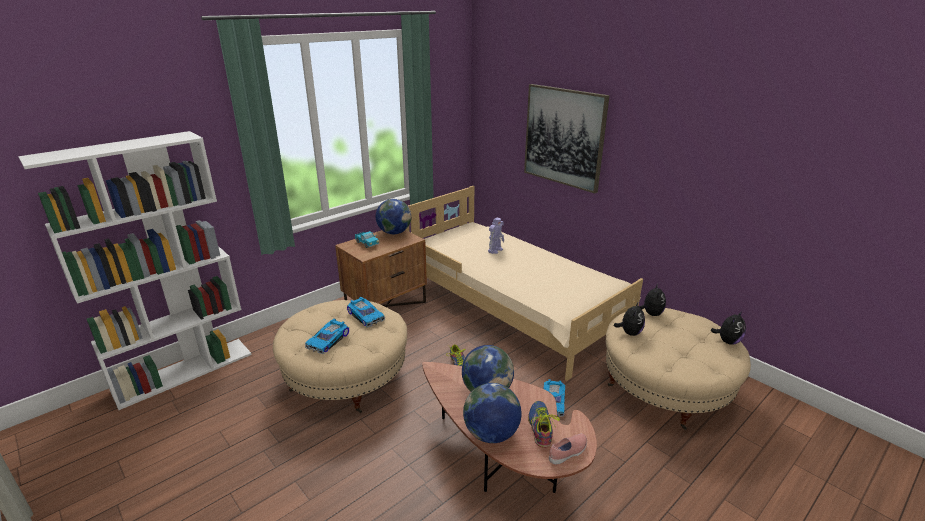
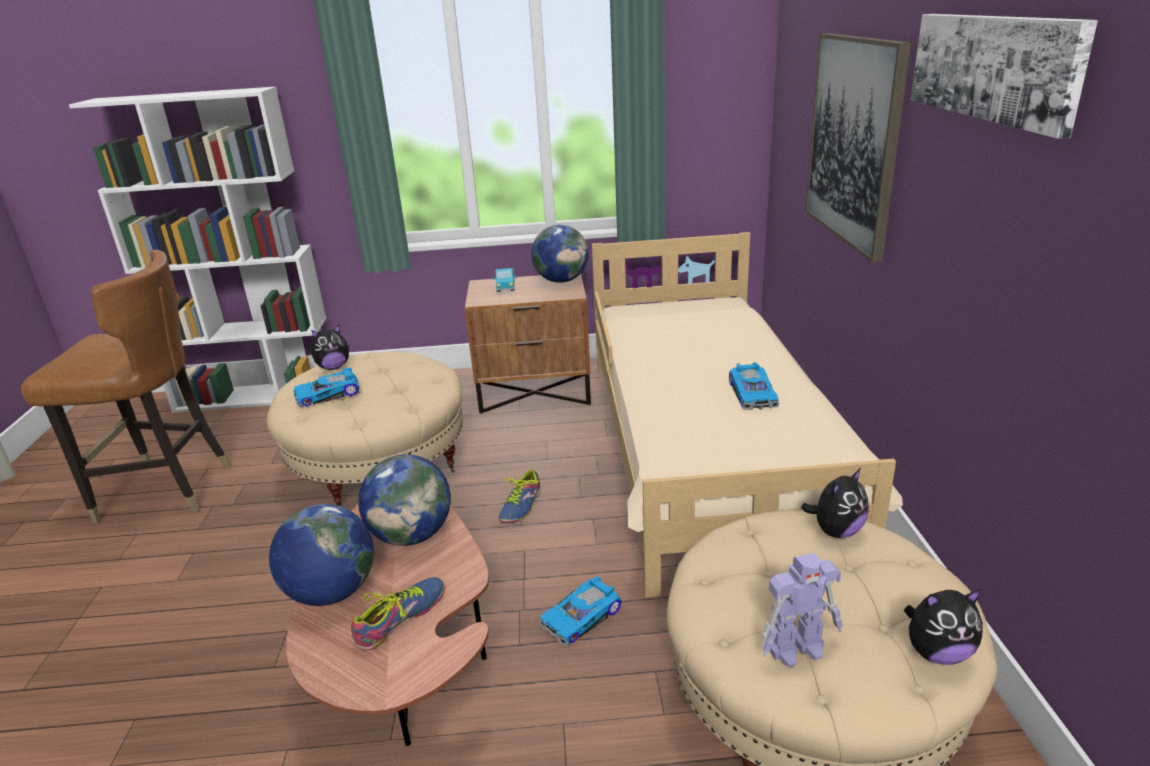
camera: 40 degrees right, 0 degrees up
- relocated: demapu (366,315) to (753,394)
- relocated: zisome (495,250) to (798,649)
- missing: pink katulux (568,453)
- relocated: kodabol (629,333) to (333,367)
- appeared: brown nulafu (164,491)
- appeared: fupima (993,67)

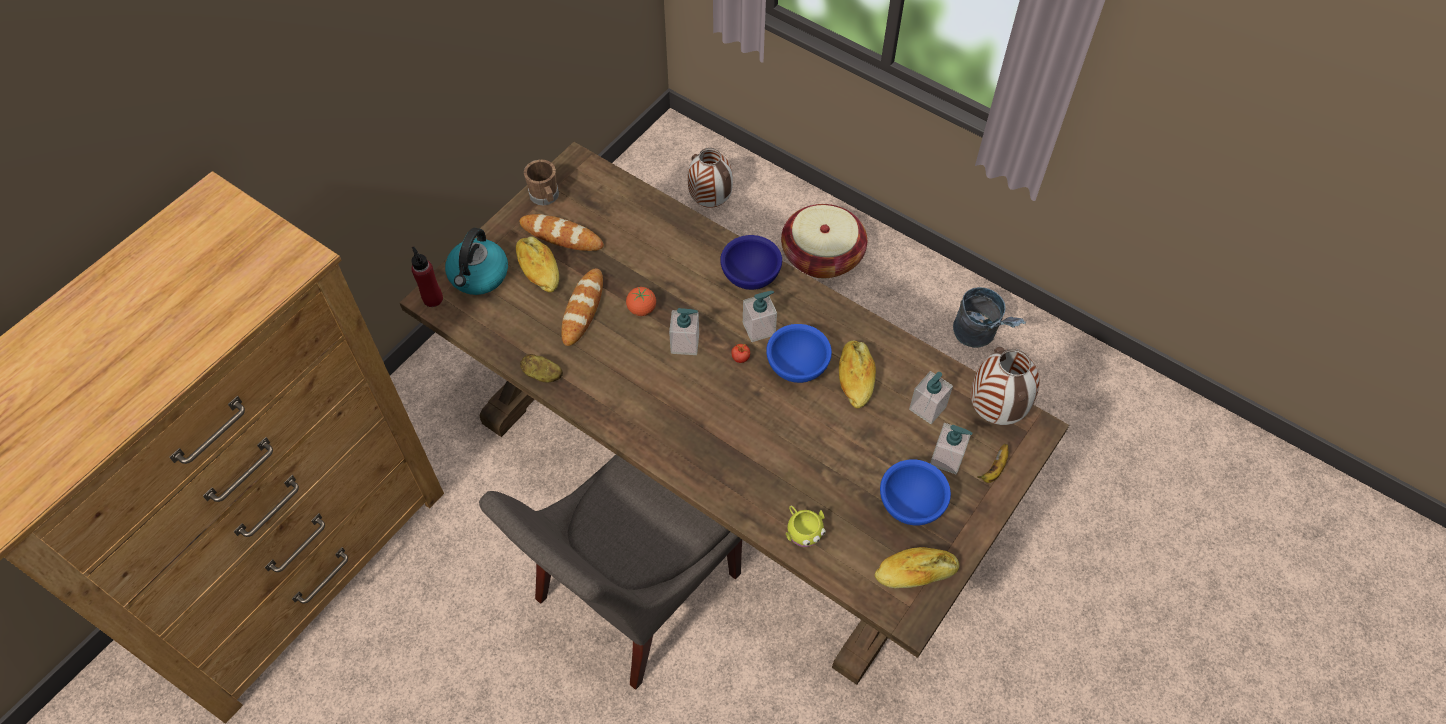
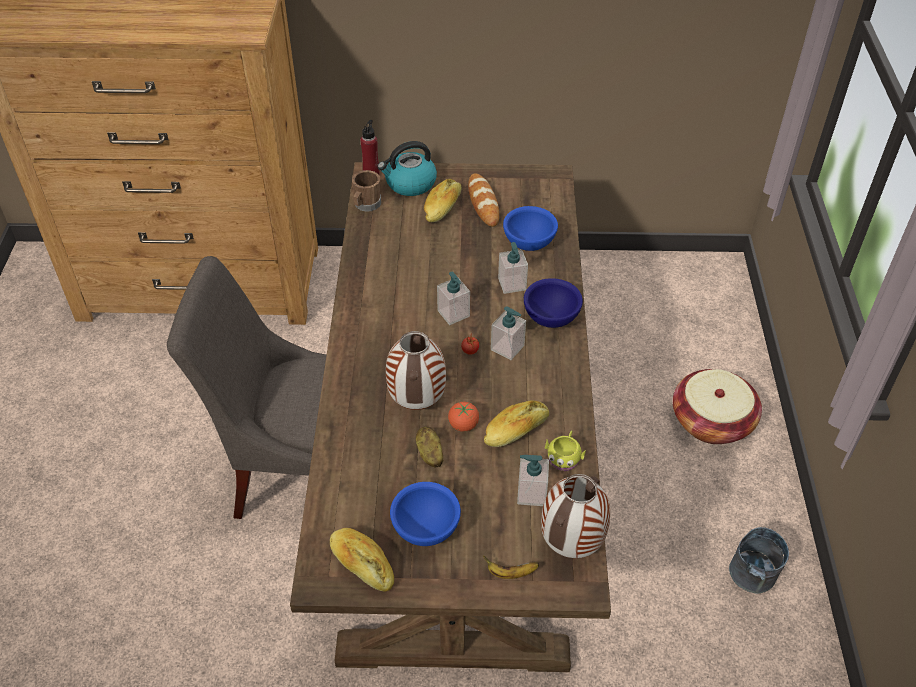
camera: 55 degrees right, 10 degrees down
- relocated: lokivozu (542,375) to (429,454)
- relocated: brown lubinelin (545,197) to (366,205)
- missing: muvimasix (583,309)
- relocated: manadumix (641,309) to (463,425)
- relocated: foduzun (709,202) to (416,402)
- relocated: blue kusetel (798,367) to (529,244)
- relocated: yellow lubinelin (802,531) to (564,457)
- relocated: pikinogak (947,458) to (512,284)

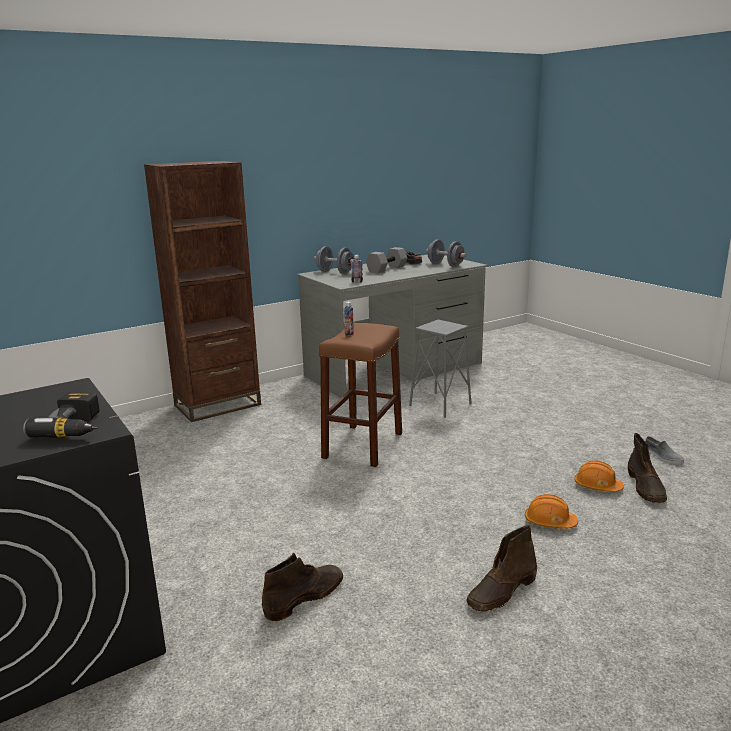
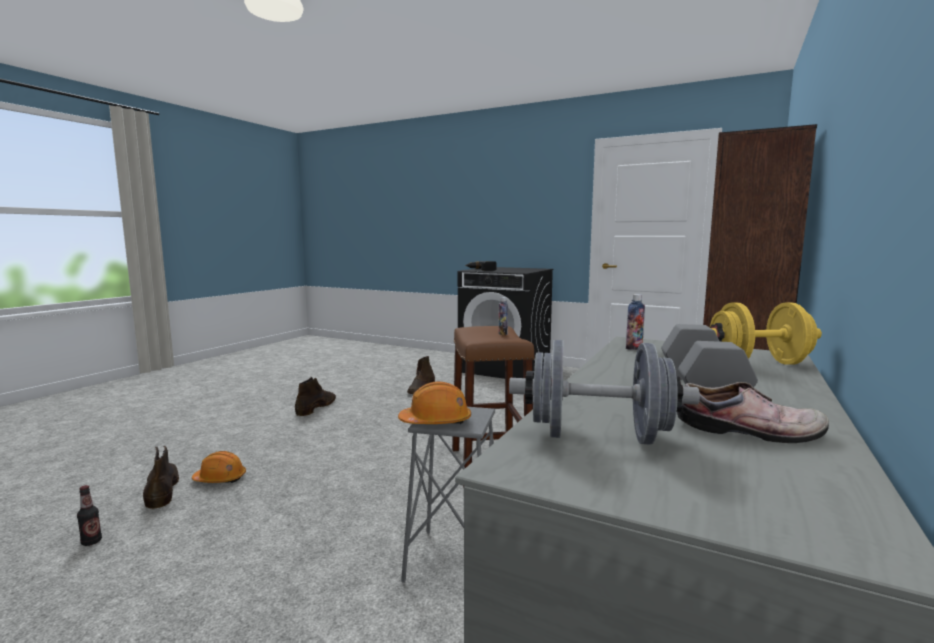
camera: 150 degrees right, 10 degrees down
- colour: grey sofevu (335,272) to yellow sofevu (758,363)
- relocated: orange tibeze (549,522) to (436,422)
- exchanged: grey katulux (662,456) to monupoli (91,542)

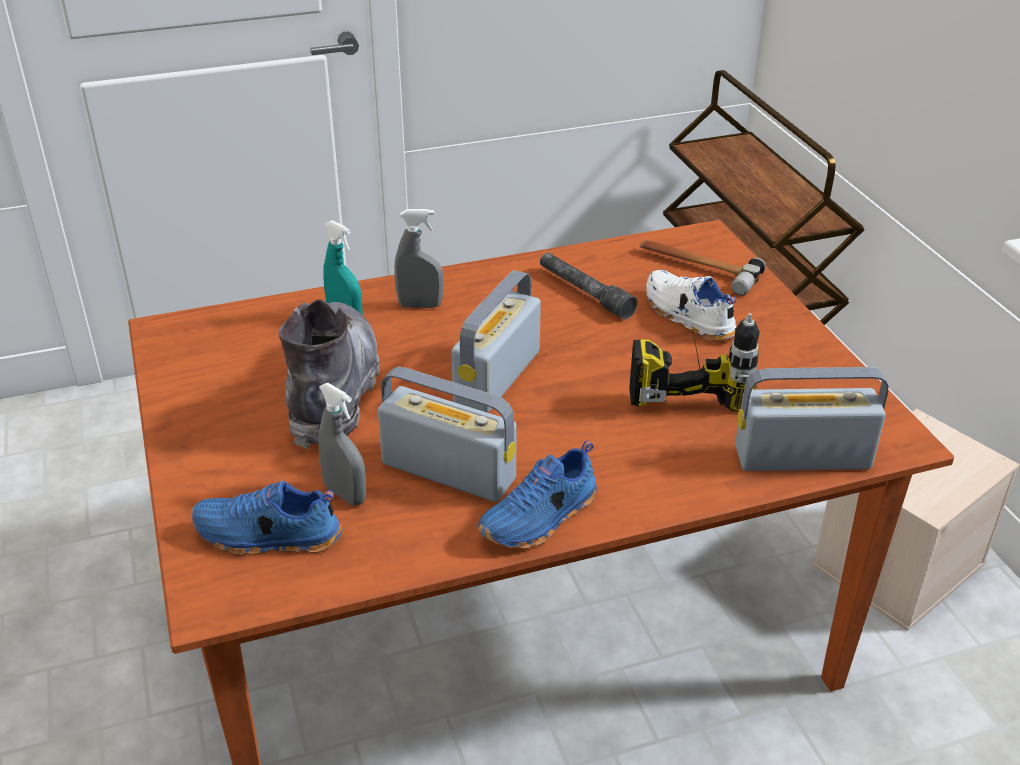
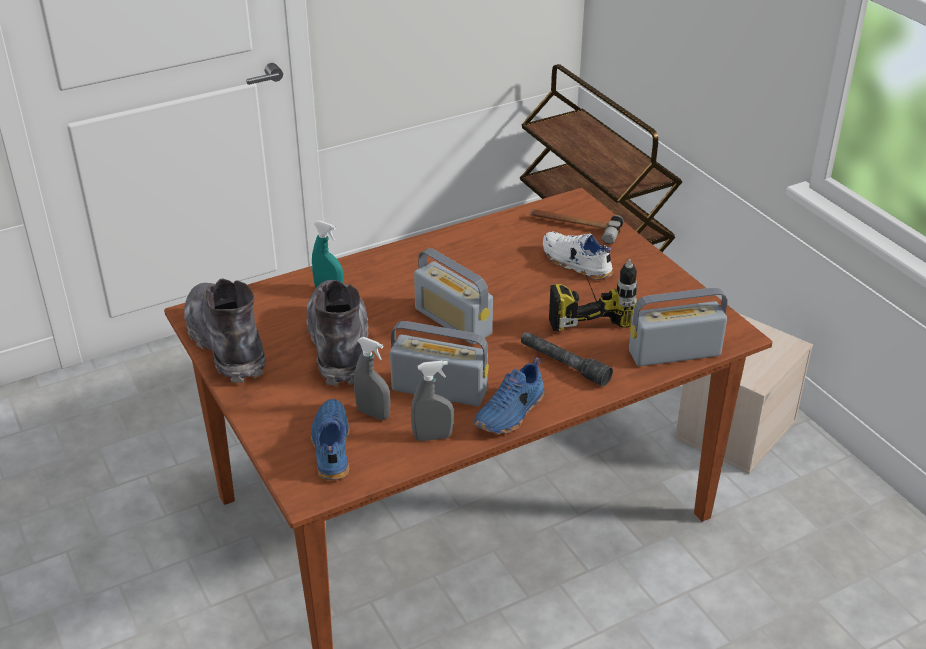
camera: 10 degrees left, 0 degrees up
- spun: blue katulux (268,538) = (330,448) 90 degrees clockwise
- relocated: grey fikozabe (420,305) to (432,437)
- spun: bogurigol (497,377) = (453,321) 60 degrees counterclockwise
- relocated: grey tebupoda (584,293) to (564,364)
- appeared: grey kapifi (227,344)

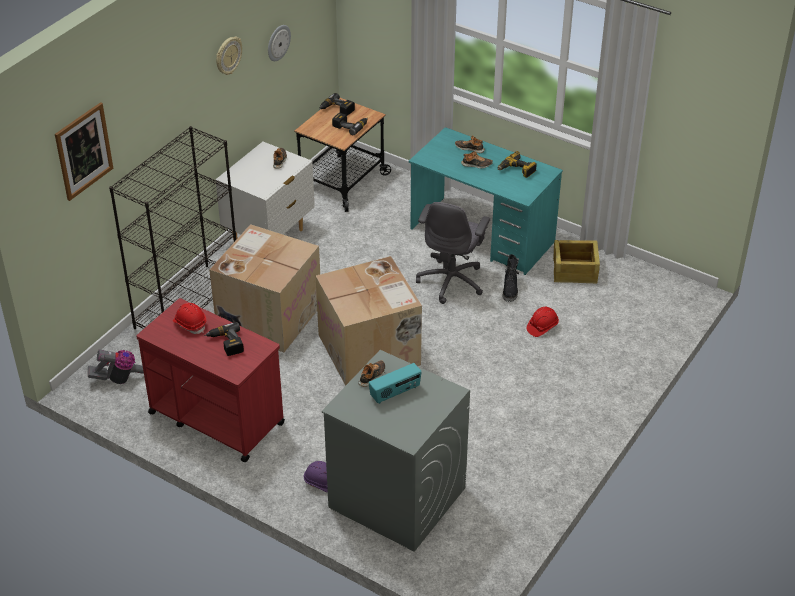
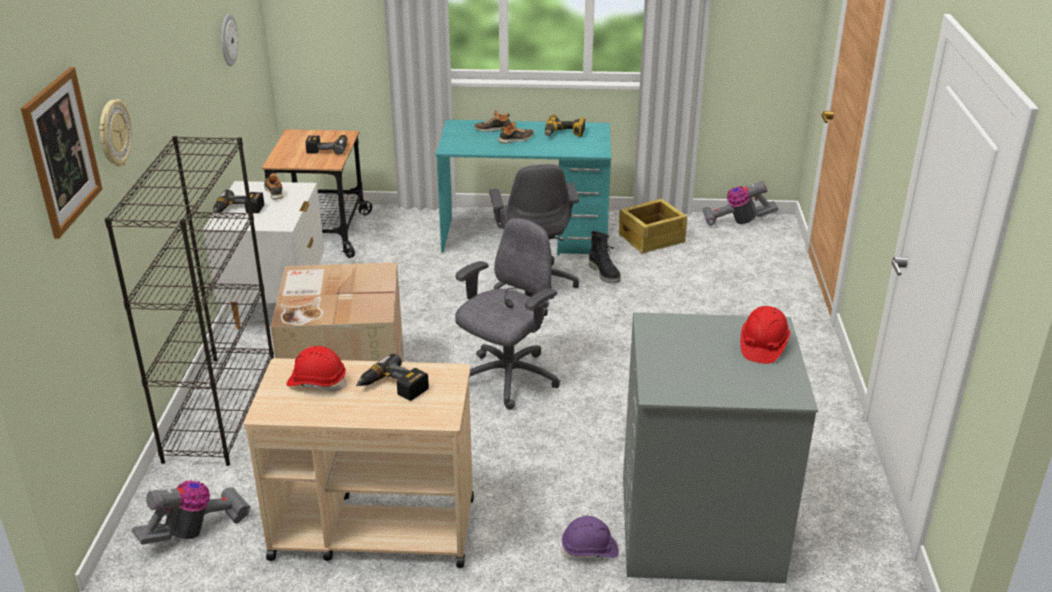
camera: 30 degrees left, 10 degrees down
- colour: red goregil (215,418) to beige goregil (372,528)
- relocated: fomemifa (228,56) to (113,133)
- exchanged: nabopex (370,350) to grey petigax (507,379)
- relocated: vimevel (336,110) to (238,211)
- missing: katulux (372,376)
- missing: bogurigol (395,393)
- relocated: red tibeze (542,327) to (762,346)
- appeared: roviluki (737,222)

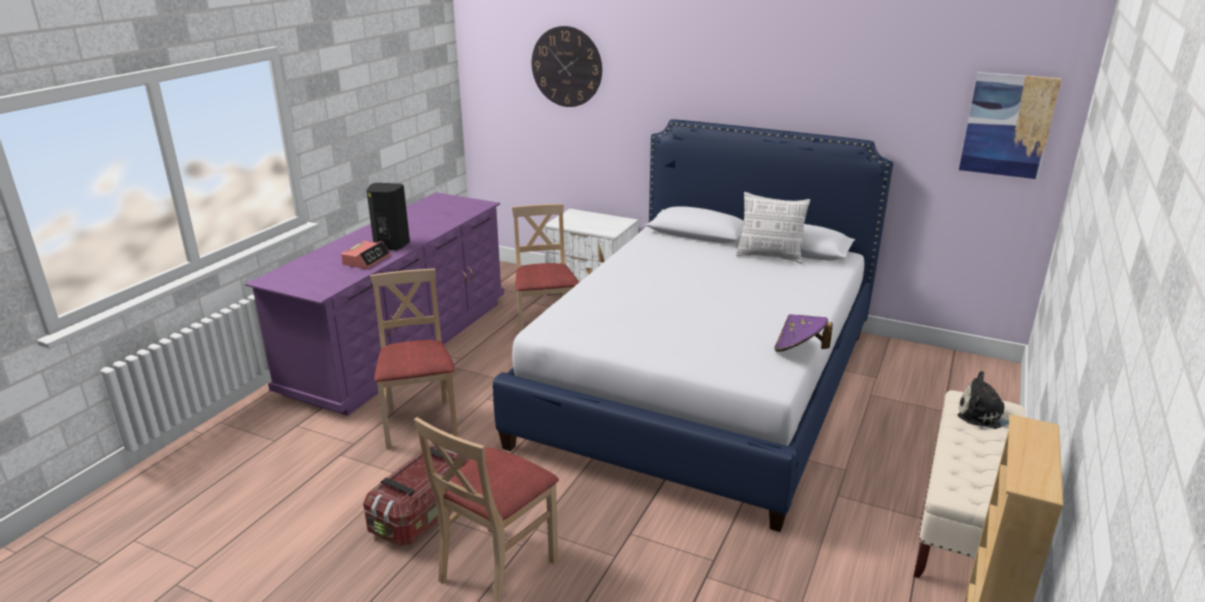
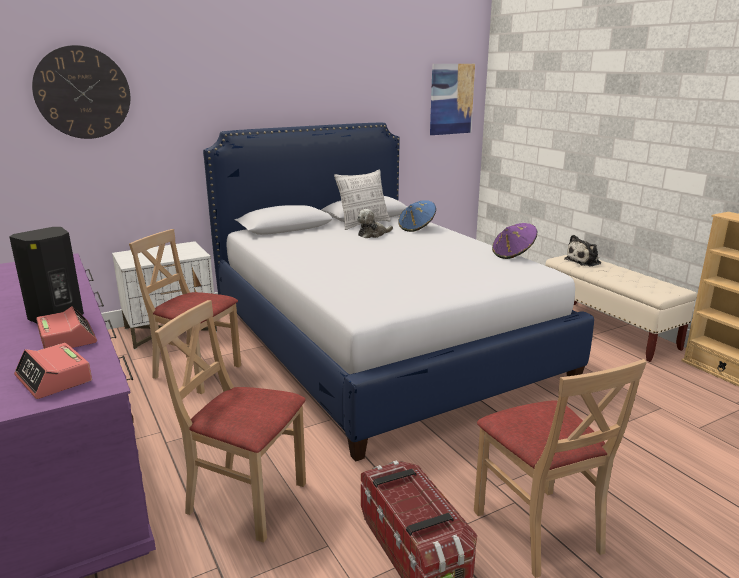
camera: 55 degrees left, 5 degrees down
- appeared: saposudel (54,379)
- appeared: kodabol (373,234)
- appeared: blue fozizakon (417,228)

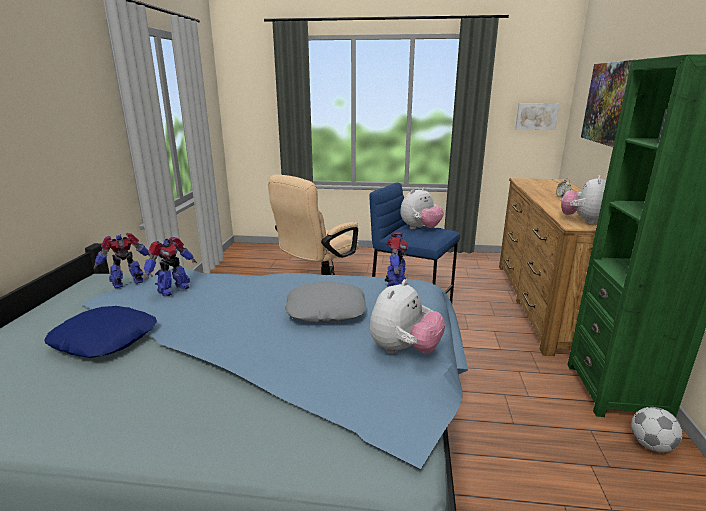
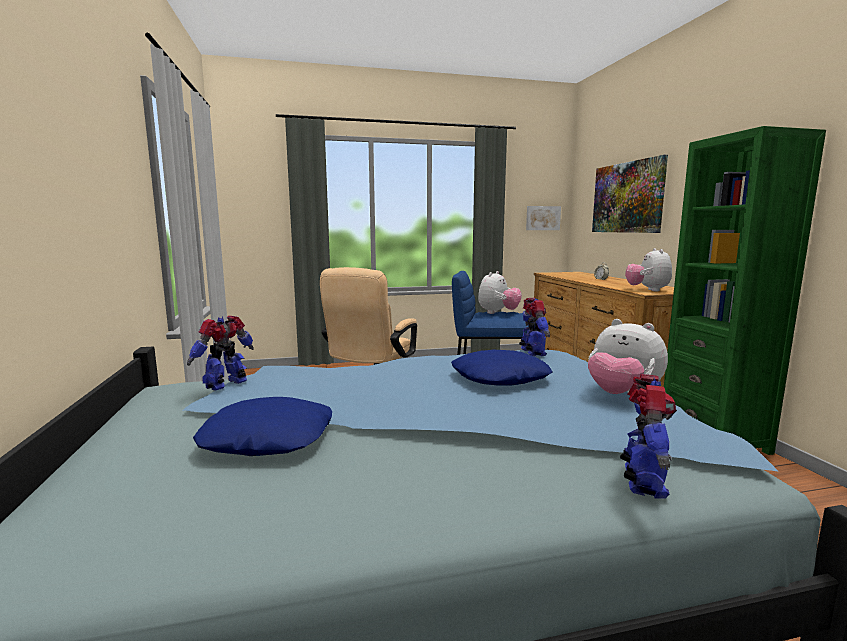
camera: 20 degrees left, 10 degrees down
- relocated: zisome (173,290) to (642,482)
- colour: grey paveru (326,310) to blue paveru (499,377)
- spun: kodabol (404,350) = (622,395) 120 degrees clockwise
- missing: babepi (651,445)

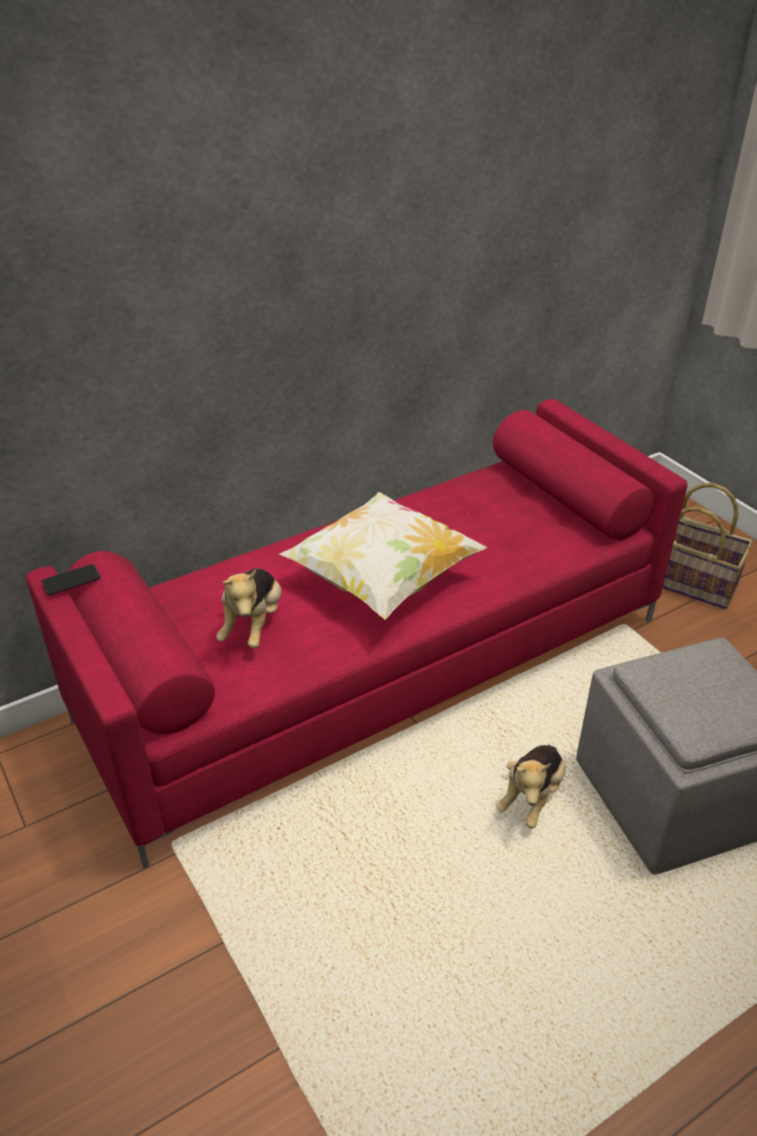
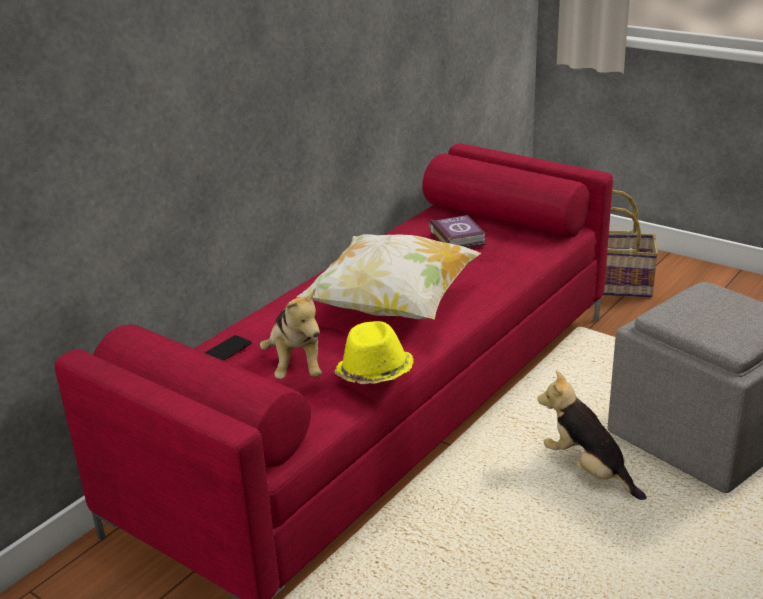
camera: 20 degrees left, 10 degrees down
- relocated: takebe (71,580) to (226,350)
- spun: kodabol (531,796) = (588,470) 135 degrees clockwise
- appeared: yellow fozizakon (374,374)
- appeared: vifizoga (458,237)

